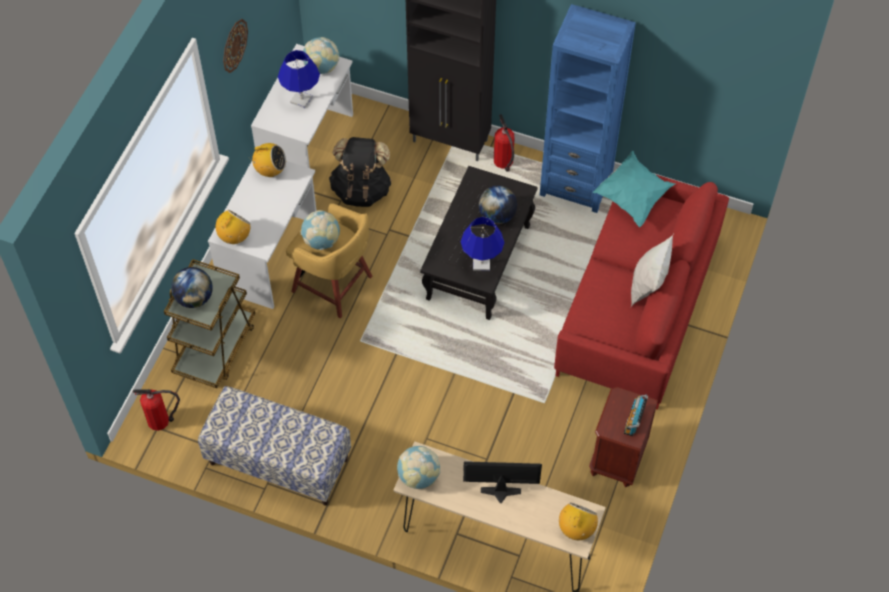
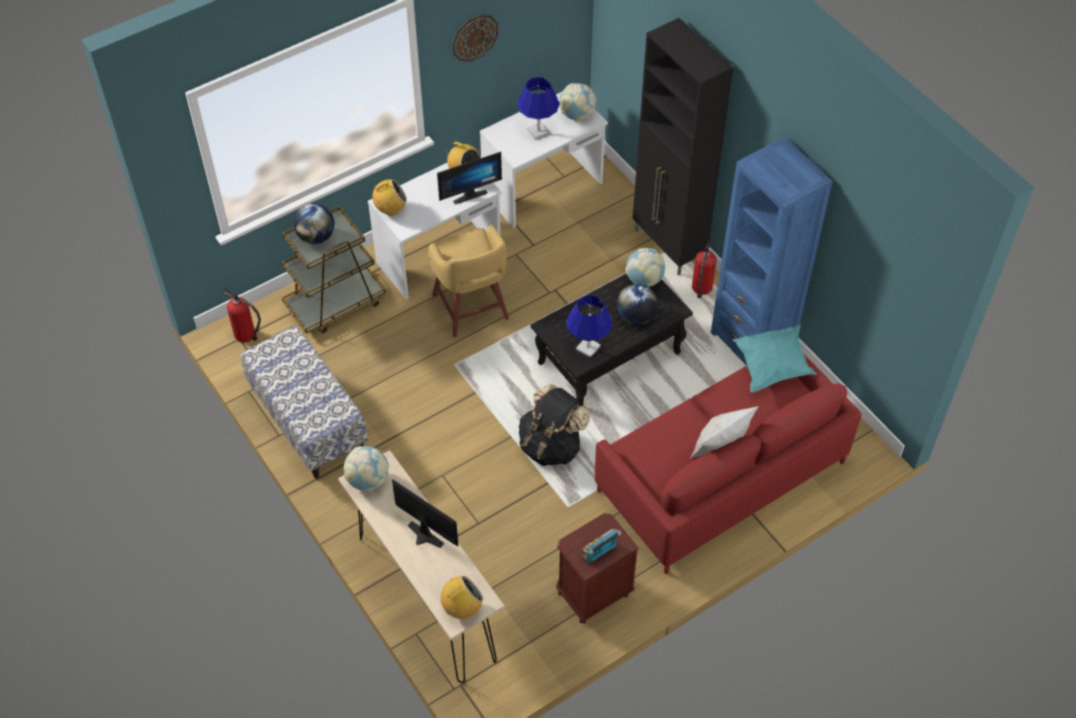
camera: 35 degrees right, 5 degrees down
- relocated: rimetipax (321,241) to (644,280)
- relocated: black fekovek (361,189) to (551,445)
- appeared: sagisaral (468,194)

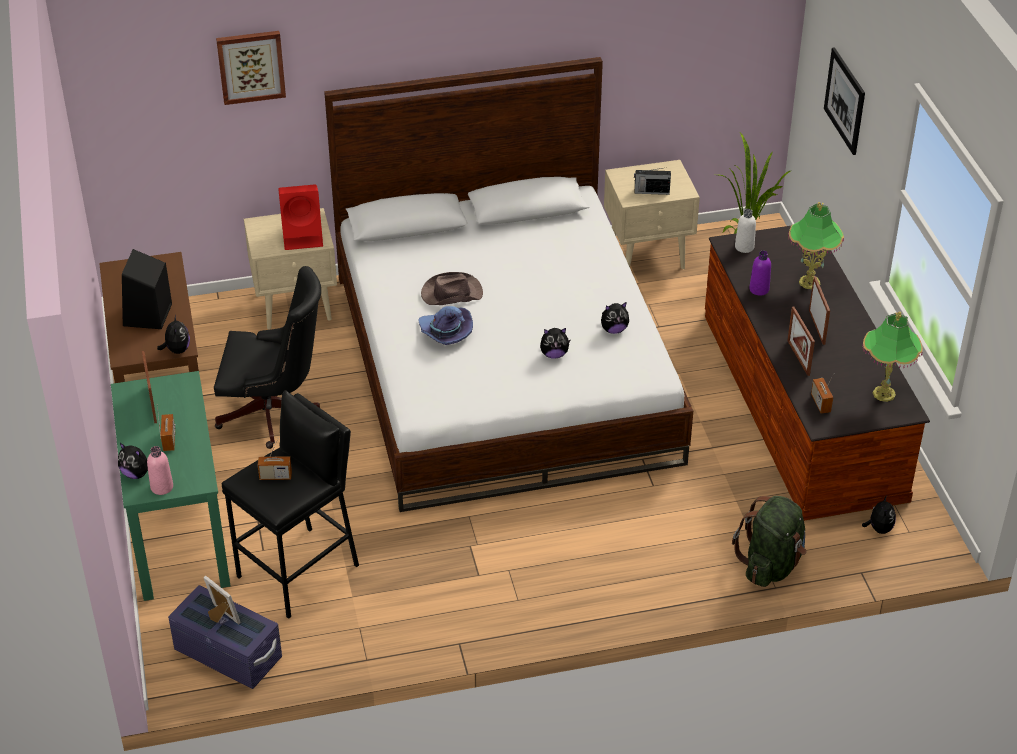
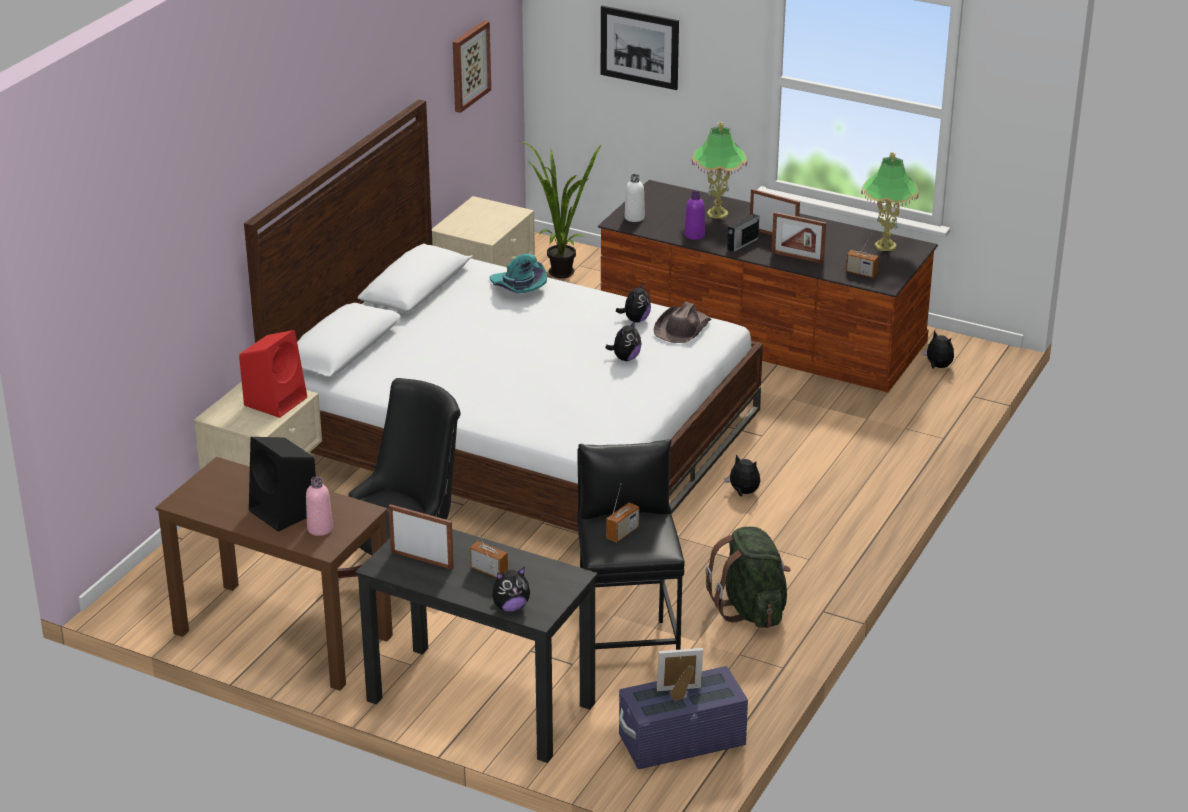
camera: 50 degrees left, 10 degrees down
- colour: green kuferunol (178,531) to black kuferunol (479,702)
- relocated: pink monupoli (162,487) to (320,529)
- relocated: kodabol (177,350) to (743,493)
- relocated: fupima (251,66) to (469,65)
- missing: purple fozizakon (445,334)
- relocated: brown fozizakon (451,293) to (682,328)
- relocated: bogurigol (651,191) to (742,244)
- relocated: green fekovek (771,565) to (751,610)
- appeared: turquoise fozizakon (518,288)

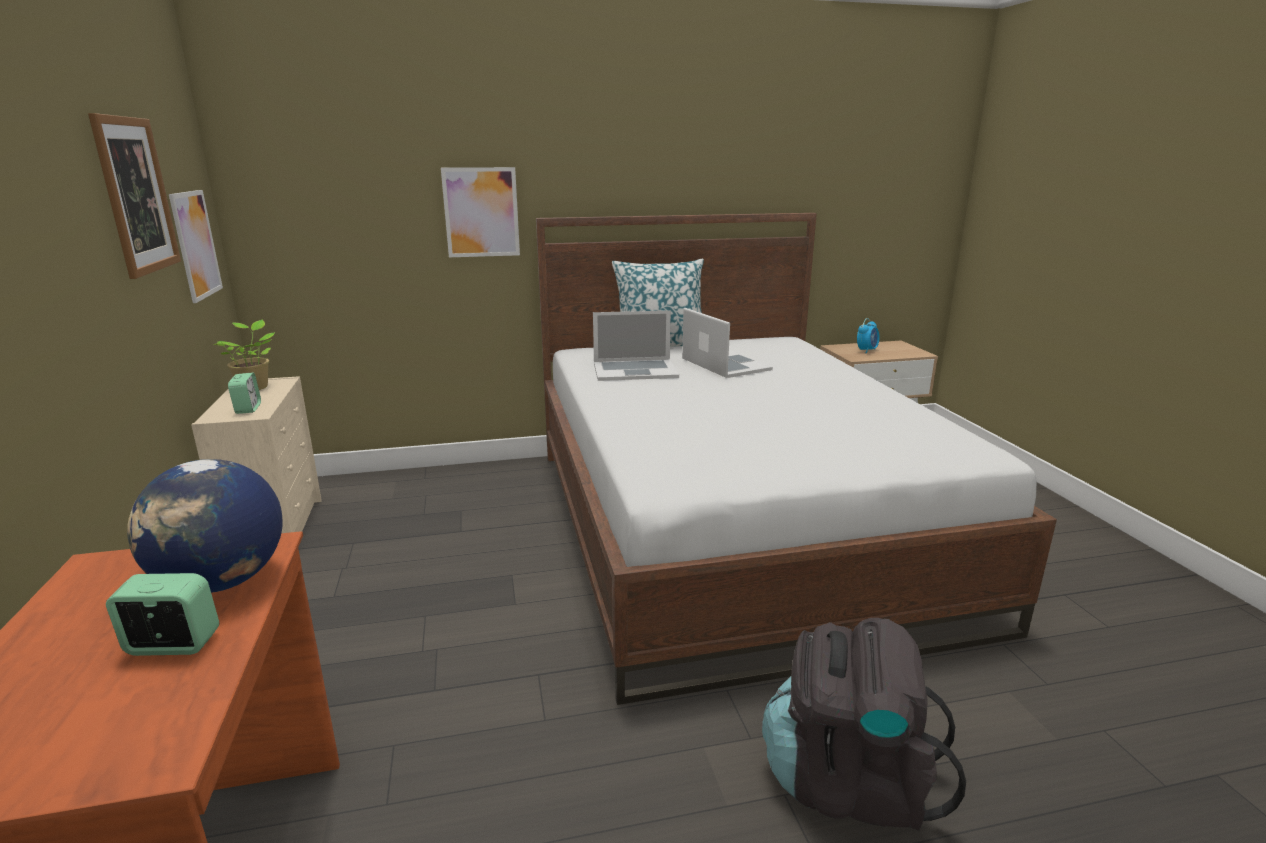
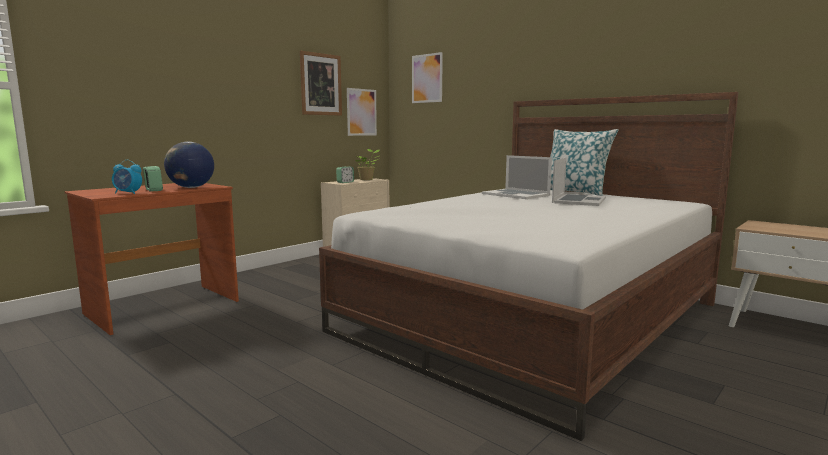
camera: 55 degrees right, 10 degrees down
- relocated: fupima (481,212) to (427,78)
- missing: black fekovek (848,781)
- relocated: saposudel (866,350) to (128,193)

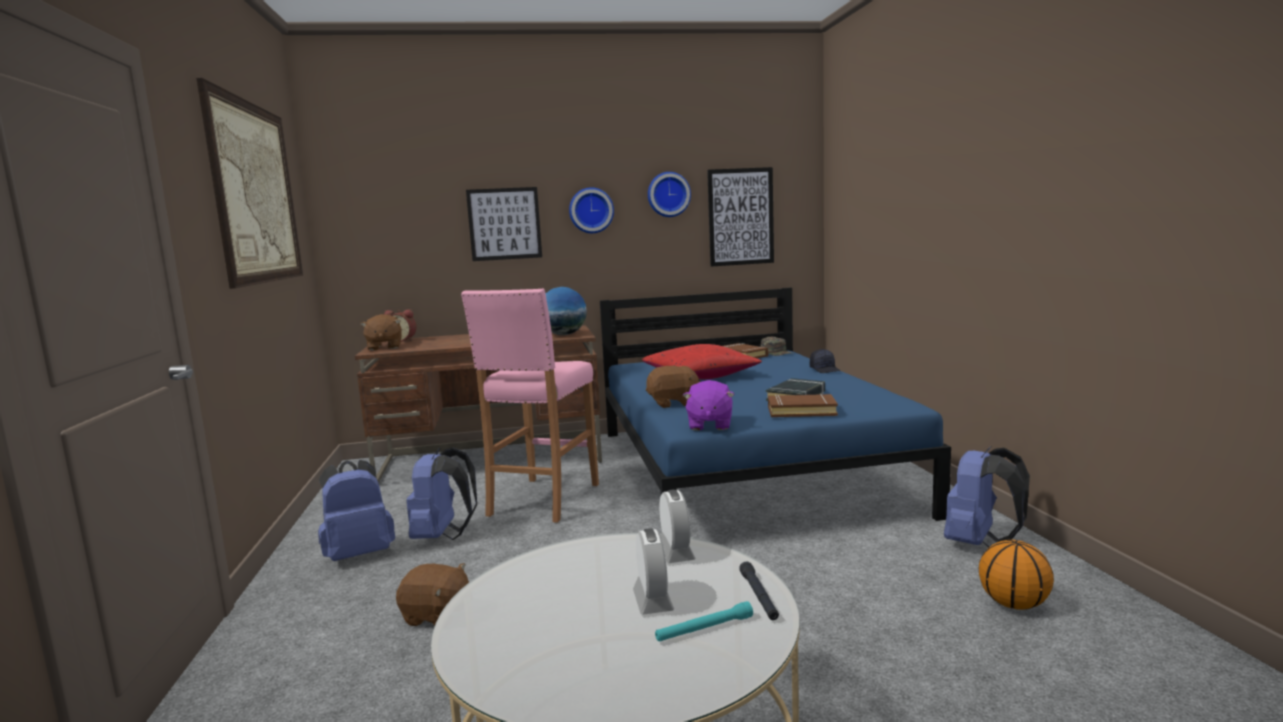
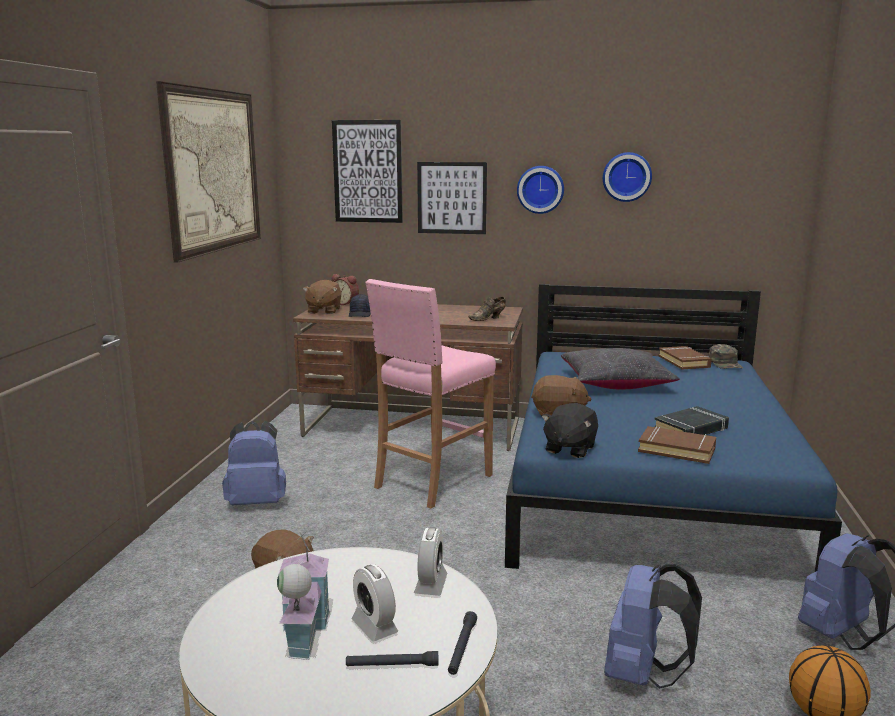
camera: 20 degrees right, 5 degrees up
- relocated: blue fekovek (443,536) to (643,675)
- exchanged: rimetipax (564,335) to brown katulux (488,319)
- spun: saposudel (653,601) = (374,626) 135 degrees clockwise
- colour: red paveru (700,376) to black paveru (615,383)
- colour: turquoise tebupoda (704,629) to black tebupoda (392,665)
- colour: purple kodabol (709,425) to black kodabol (569,449)
- relocated: fupima (740,217) to (368,171)
- relocated: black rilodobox (825,370) to (361,314)
- appeared: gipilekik (303,632)

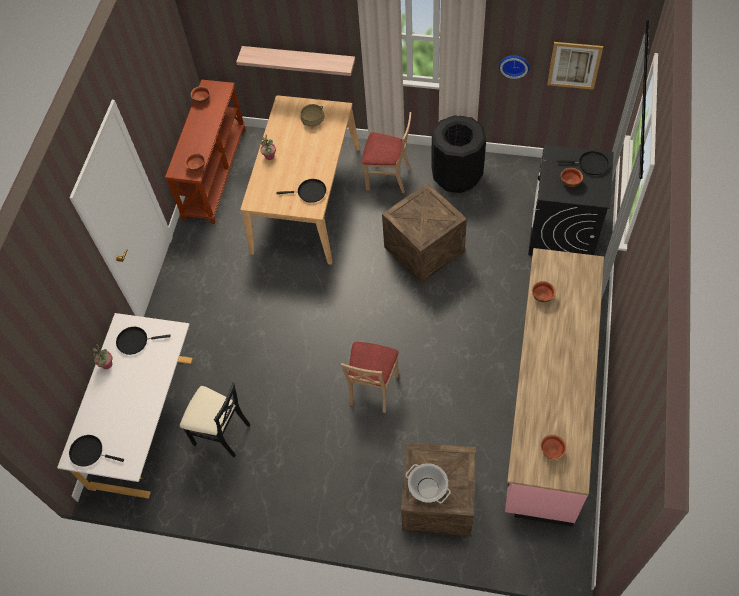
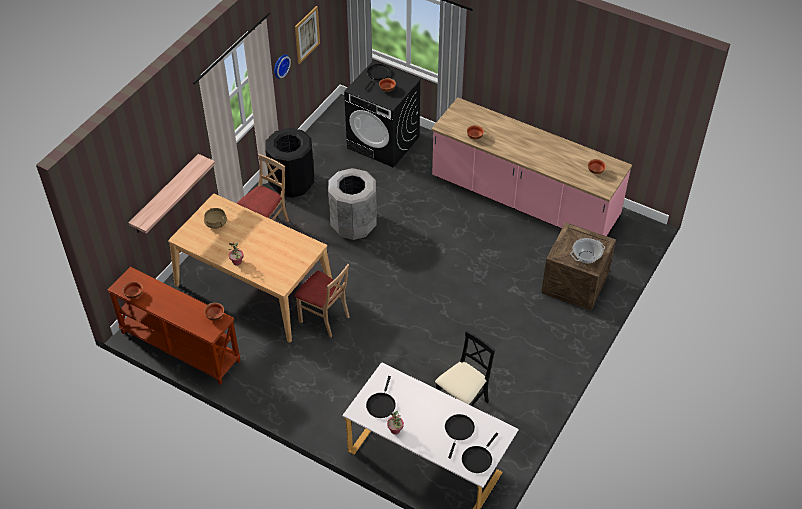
camera: 75 degrees left, 10 degrees down
- relocated: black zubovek (309,192) to (458,431)
- relocated: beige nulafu (372,389) to (324,318)
- exchanged: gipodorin (425,249) to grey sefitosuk (353,224)

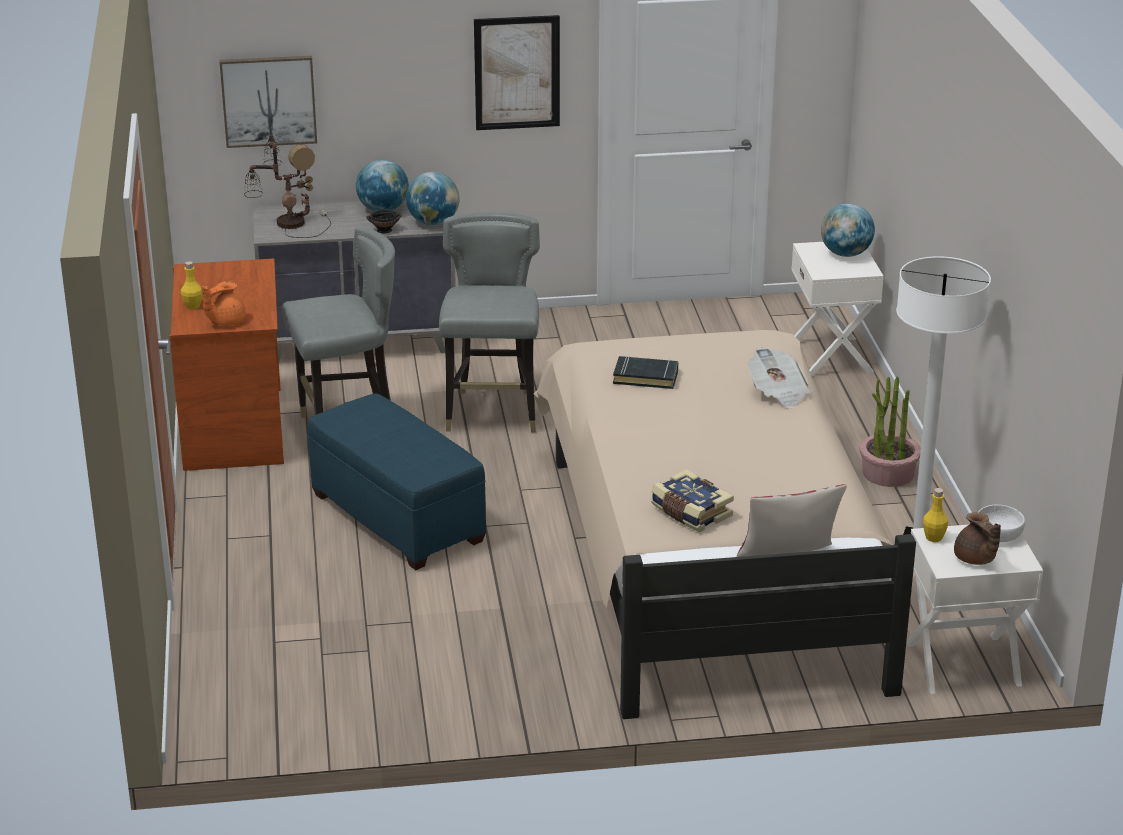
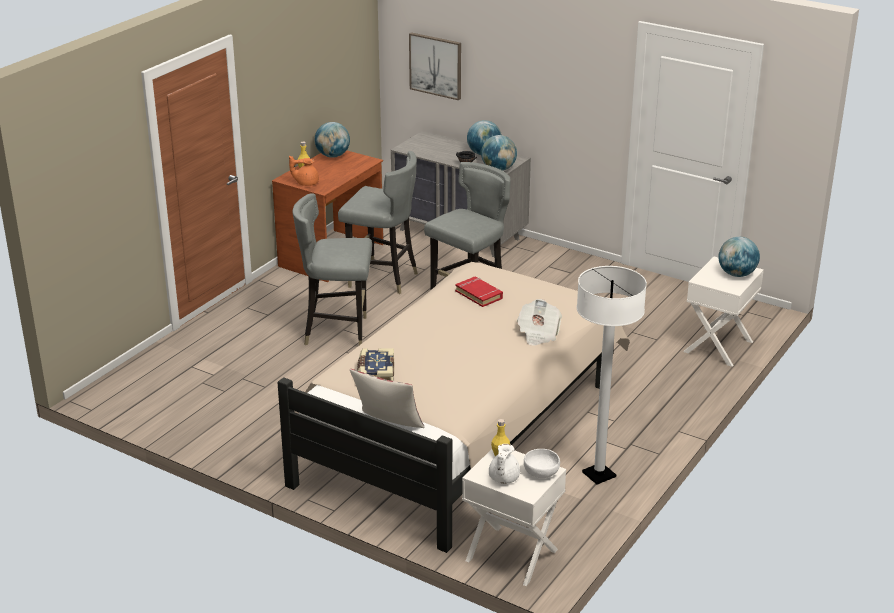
camera: 40 degrees right, 0 degrees up
- missing: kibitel (288,223)
- exchanged: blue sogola (396,518) to grey nulafu (338,332)
- missing: fupima (517,72)
- colour: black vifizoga (645,377) to red vifizoga (479,294)
- missing: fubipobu (887,473)
- colour: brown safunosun (975,559) to white safunosun (503,478)
- appeared: rimetipax (332,156)

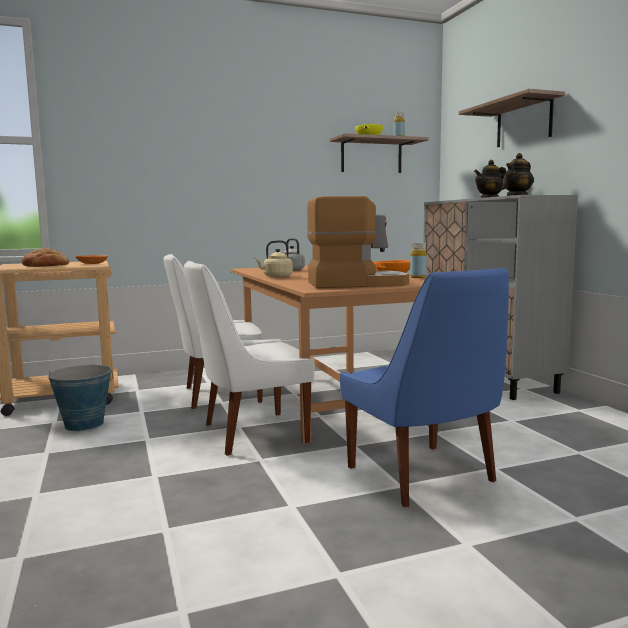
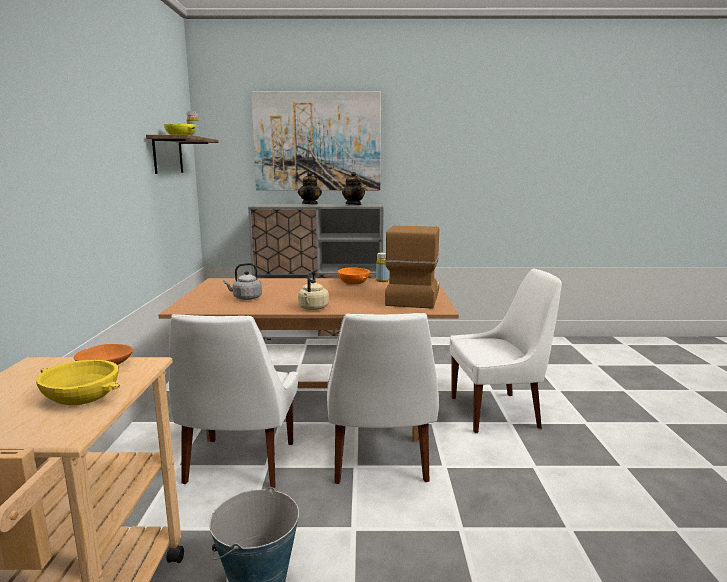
camera: 70 degrees left, 5 degrees up
- exchanged: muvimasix (46,265) to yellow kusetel (83,396)
- colour: blue nulafu (423,476) to white nulafu (498,412)
- exchanged: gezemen (524,122) to fupima (317,142)

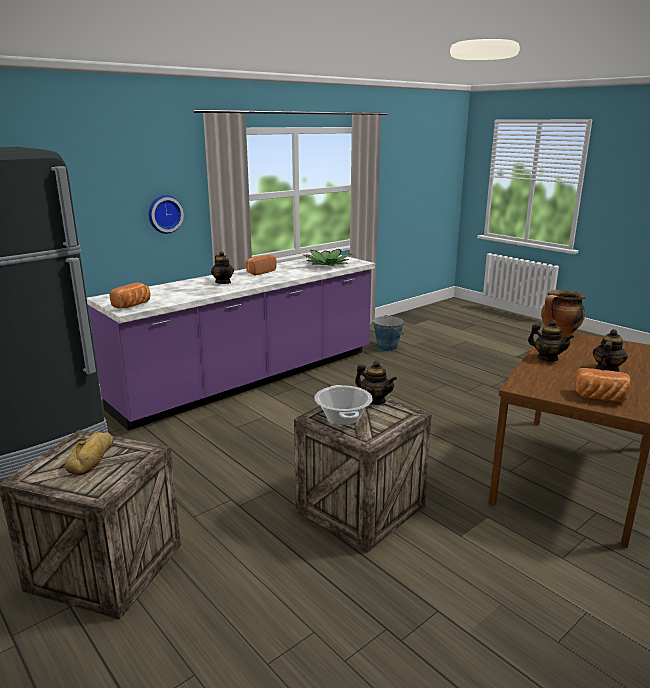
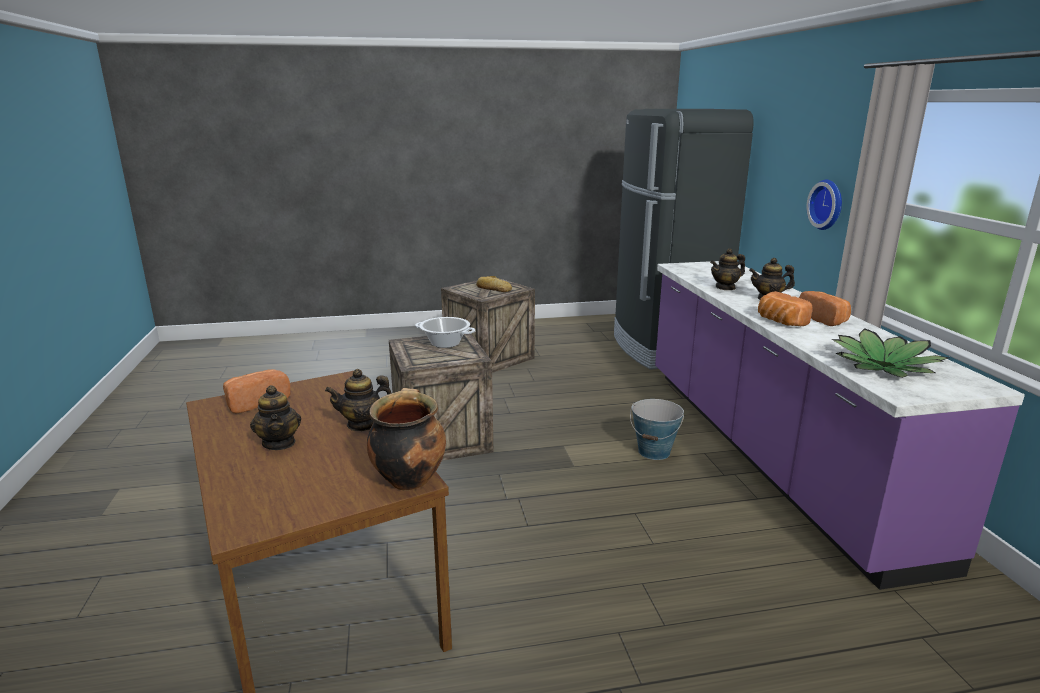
camera: 120 degrees right, 0 degrees up
- relocated: muvimasix (133,305) to (779,322)
- relocated: safunosun (375,400) to (725,287)
- relocated: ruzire (387,348) to (654,452)

